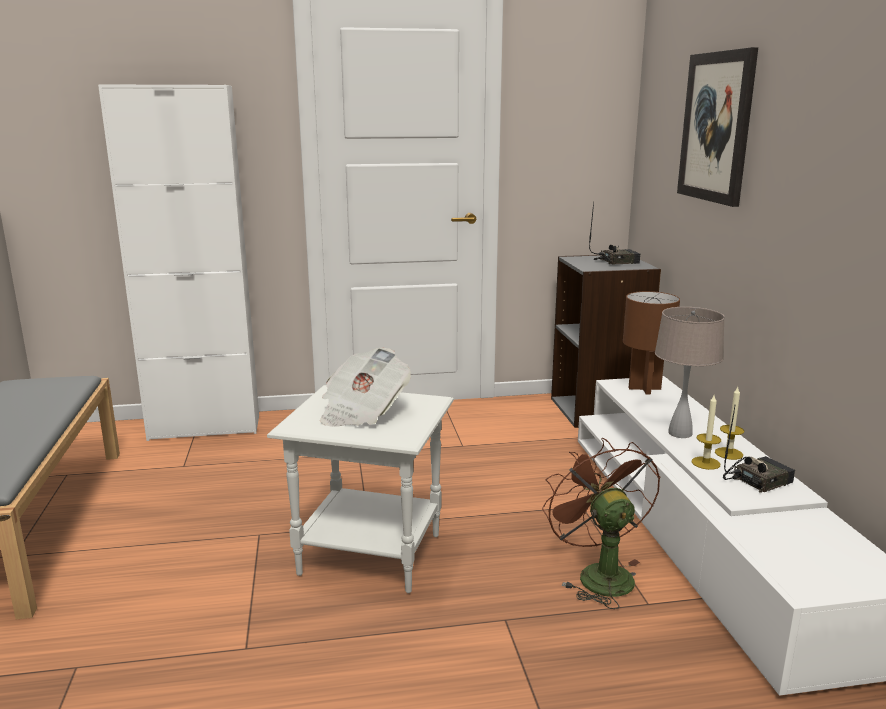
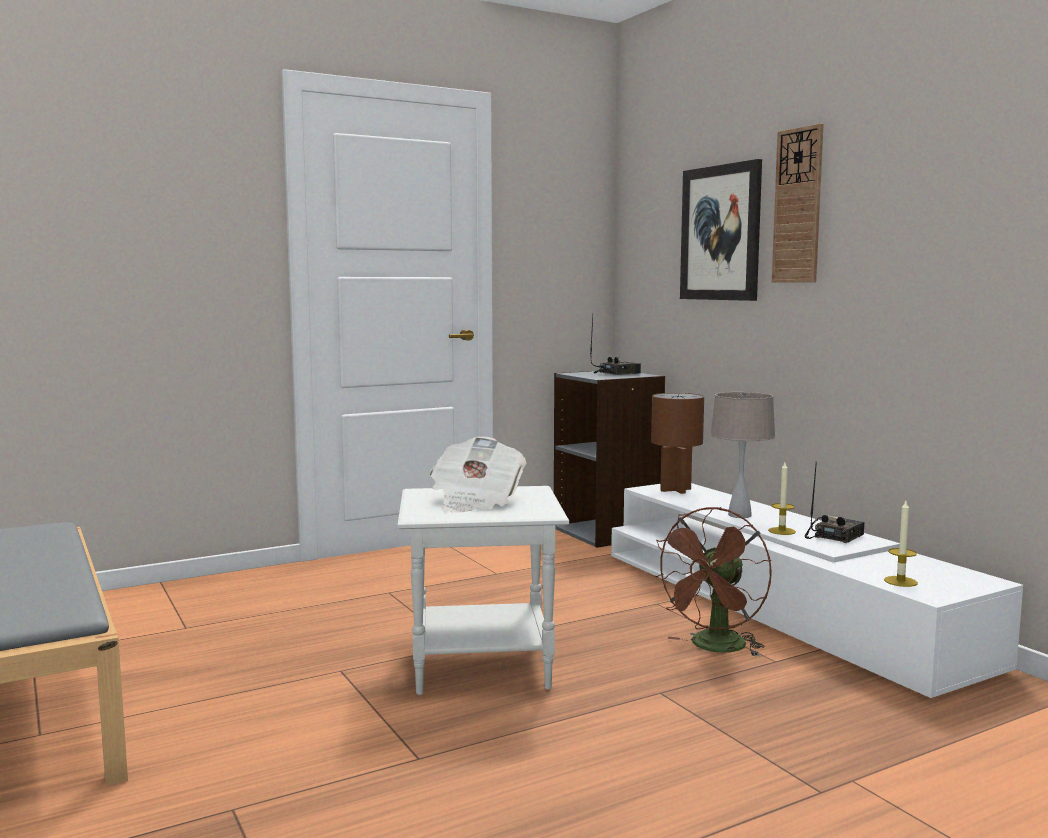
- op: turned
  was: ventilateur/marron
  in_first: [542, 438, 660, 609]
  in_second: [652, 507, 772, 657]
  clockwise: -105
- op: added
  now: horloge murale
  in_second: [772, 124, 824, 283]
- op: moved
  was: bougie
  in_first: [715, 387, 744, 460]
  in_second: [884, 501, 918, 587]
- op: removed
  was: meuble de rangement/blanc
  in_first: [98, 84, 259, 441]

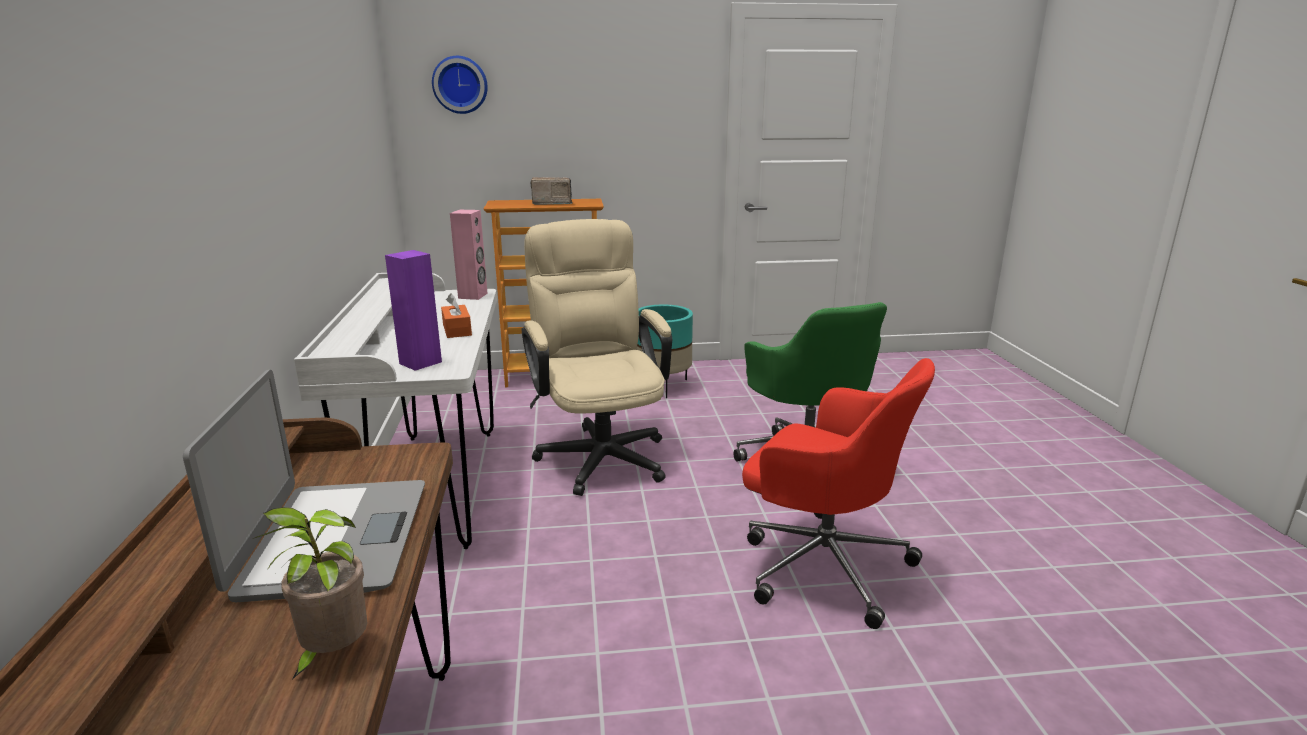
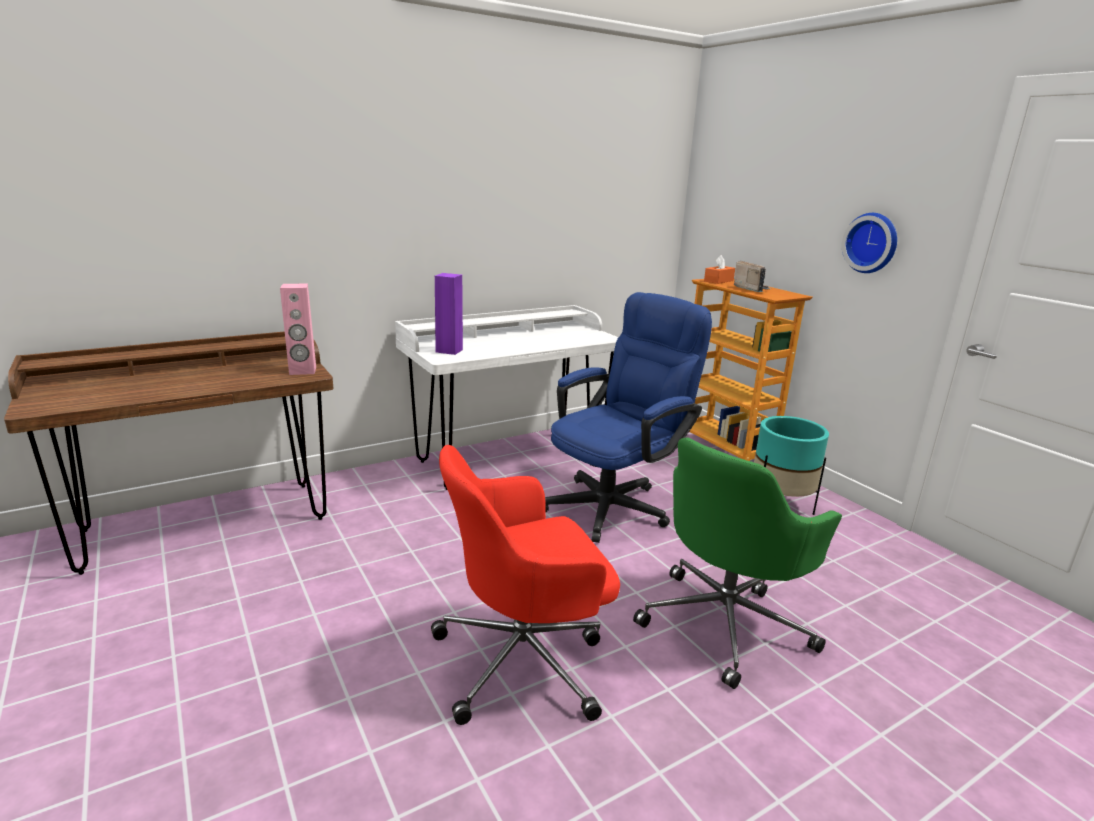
- op: moved
  was: enceinte/rose
  in_first: [450, 210, 488, 300]
  in_second: [280, 284, 316, 375]
- op: turned
  was: chaise de bureau/rouge
  in_first: [742, 358, 935, 629]
  in_second: [431, 445, 620, 725]
  clockwise: 60
- op: recoloured
  was: chaise de bureau/beige
  now: chaise de bureau/bleu
  in_first: [521, 219, 672, 496]
  in_second: [545, 292, 712, 543]
- op: moved
  was: boîte à mouchoirs/orange
  in_first: [441, 293, 472, 338]
  in_second: [704, 255, 735, 284]
- op: moved
  was: horloge murale
  in_first: [432, 56, 488, 114]
  in_second: [842, 213, 897, 273]
- op: removed
  was: ordinateur portable
  in_first: [183, 370, 425, 602]
- op: removed
  was: plante en pot
  in_first: [253, 507, 367, 681]

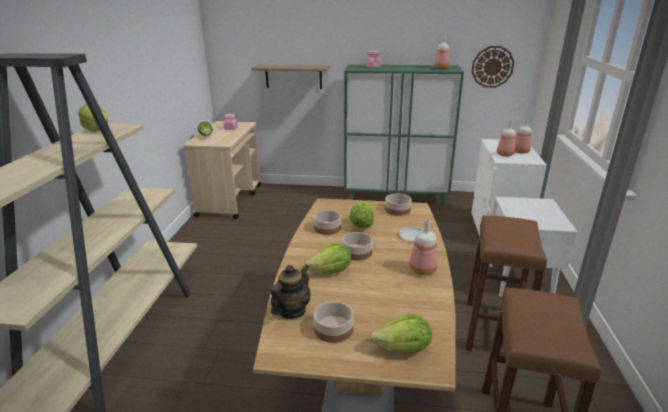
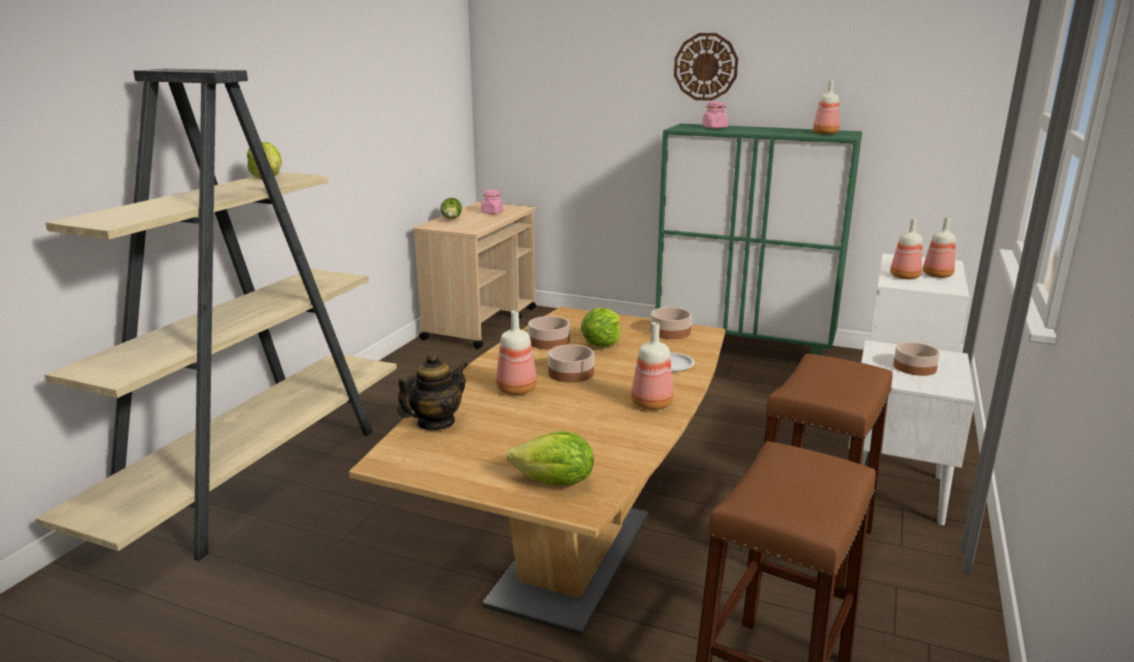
- op: replaced
  was: laitue
  now: bouteille
  in_first: [304, 243, 351, 274]
  in_second: [496, 310, 537, 395]
- op: moved
  was: horloge murale
  in_first: [471, 46, 514, 88]
  in_second: [674, 33, 738, 101]
- op: moved
  was: bol
  in_first: [313, 301, 354, 343]
  in_second: [893, 342, 940, 376]
- op: removed
  was: étagère
  in_first: [251, 65, 330, 89]

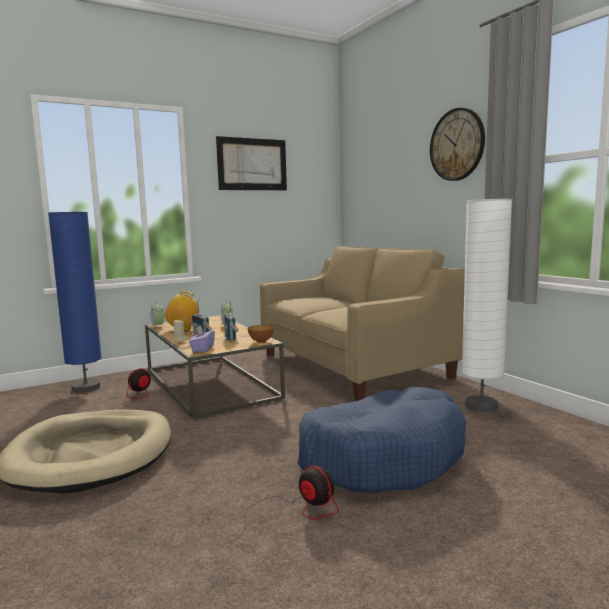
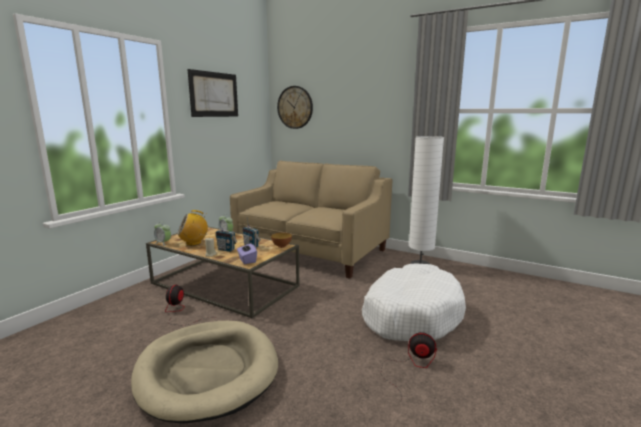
- op: moved
  was: horloge murale
  in_first: [430, 108, 485, 181]
  in_second: [277, 86, 313, 129]
- op: recoloured
  was: panier pour chien/bleu
  now: panier pour chien/blanc
  in_first: [298, 387, 466, 493]
  in_second: [362, 264, 466, 341]
- op: removed
  was: lampadaire/bleu
  in_first: [48, 212, 102, 392]

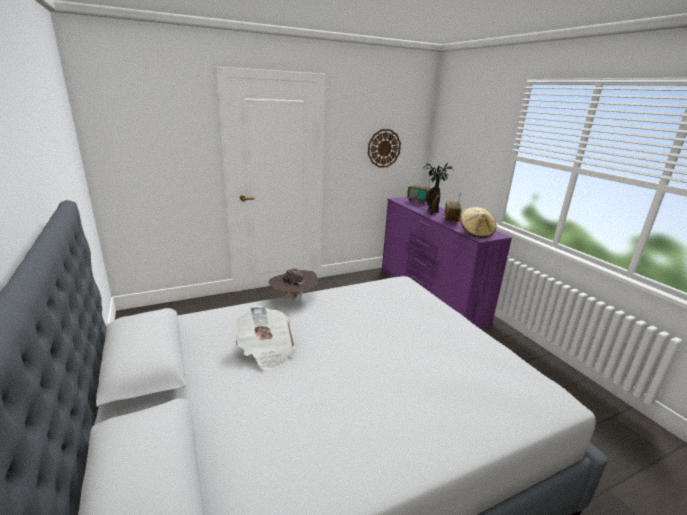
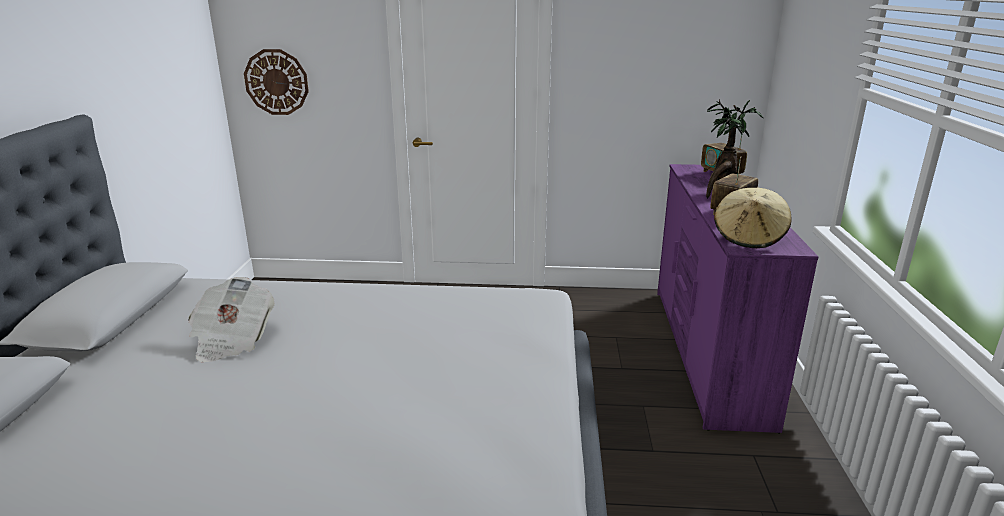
- op: moved
  was: horloge murale
  in_first: [368, 129, 401, 168]
  in_second: [244, 49, 309, 115]
- op: removed
  was: chapeau/marron
  in_first: [269, 269, 318, 299]

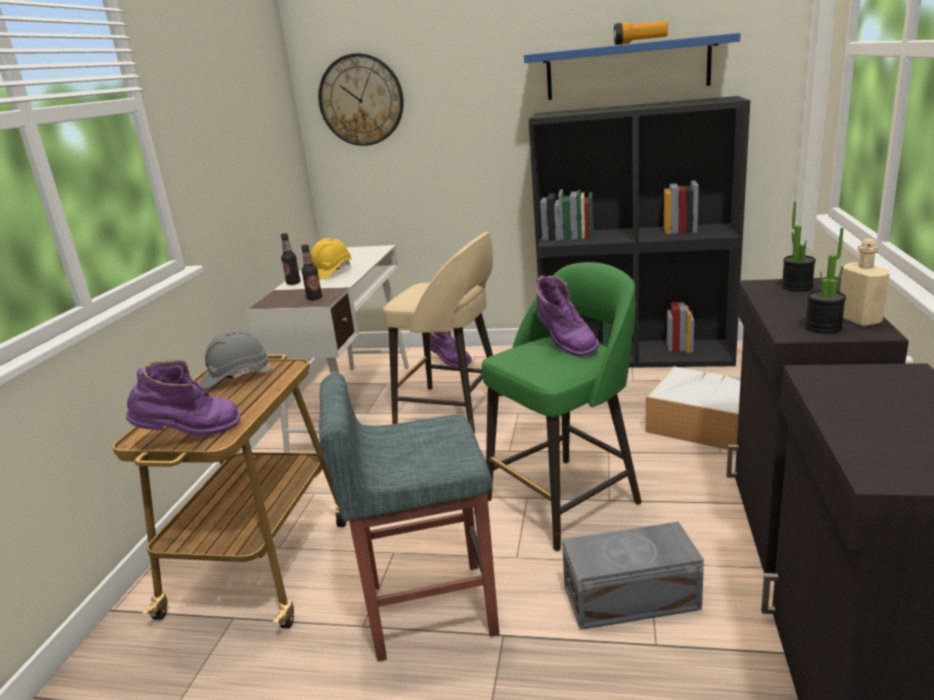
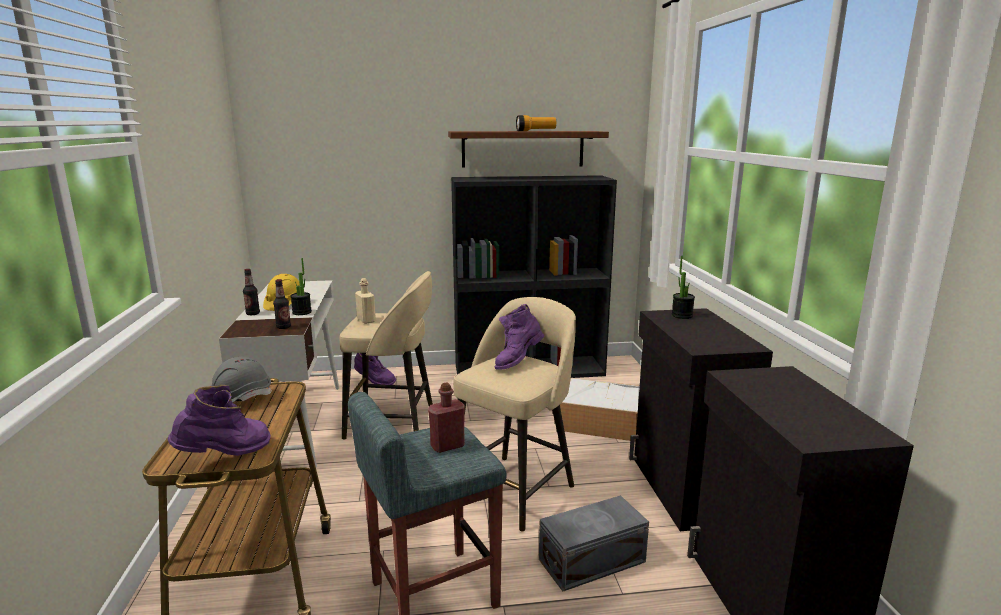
- op: moved
  was: plante en pot
  in_first: [805, 228, 846, 334]
  in_second: [291, 258, 312, 315]
- op: moved
  was: bouteille/beige
  in_first: [840, 239, 890, 327]
  in_second: [355, 278, 376, 324]
- op: added
  now: bouteille/rouge
  in_second: [428, 383, 465, 453]
- op: recoloured
  was: étagère/bleu
  now: étagère/marron
  in_first: [524, 33, 741, 100]
  in_second: [448, 131, 609, 168]
- op: recoloured
  was: tabouret/vert
  now: tabouret/beige
  in_first: [482, 262, 642, 551]
  in_second: [453, 297, 576, 532]
- op: turned
  was: botte/violet
  in_first: [536, 275, 600, 357]
  in_second: [494, 304, 545, 370]
  clockwise: 90
- op: removed
  was: horloge murale
  in_first: [318, 53, 404, 146]

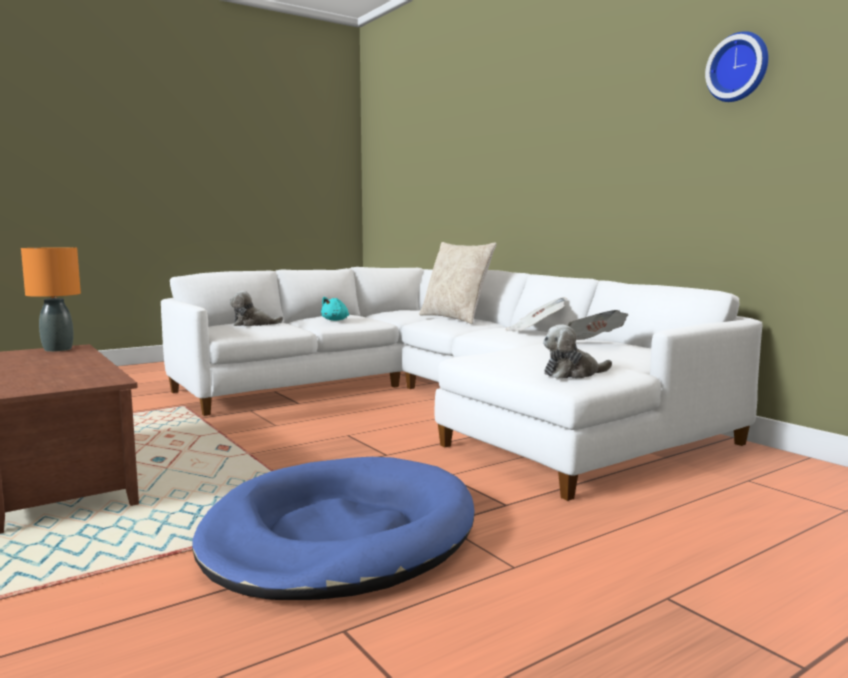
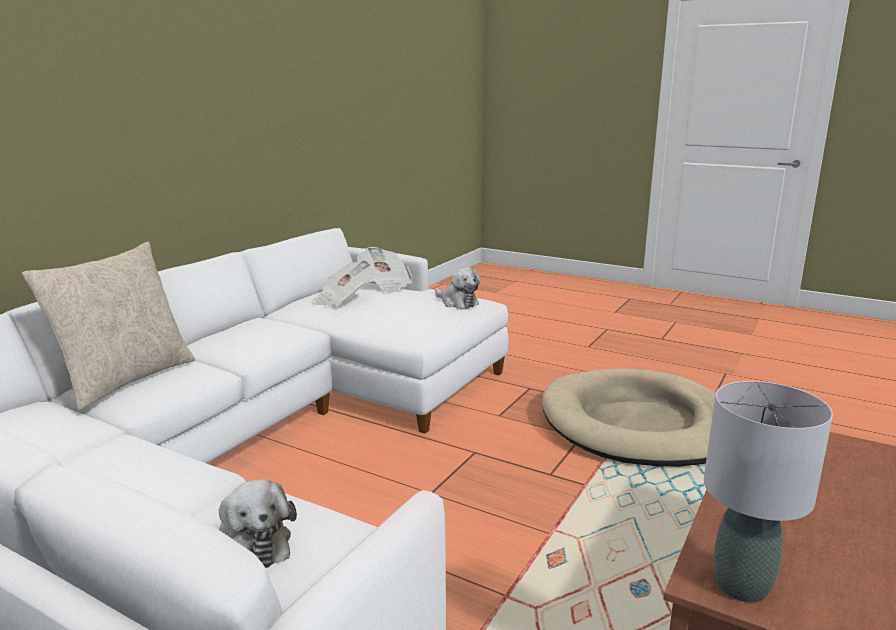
- op: moved
  was: journal
  in_first: [506, 297, 567, 331]
  in_second: [357, 247, 413, 293]
- op: recoloured
  was: panier pour chien/bleu
  now: panier pour chien/beige
  in_first: [192, 457, 475, 600]
  in_second: [542, 368, 716, 466]
- op: recoloured
  was: lampe de table/orange
  now: lampe de table/gris
  in_first: [21, 247, 81, 352]
  in_second: [704, 381, 833, 603]
- op: removed
  was: peluche/turquoise
  in_first: [321, 297, 349, 321]
- op: removed
  was: horloge murale
  in_first: [705, 31, 769, 102]

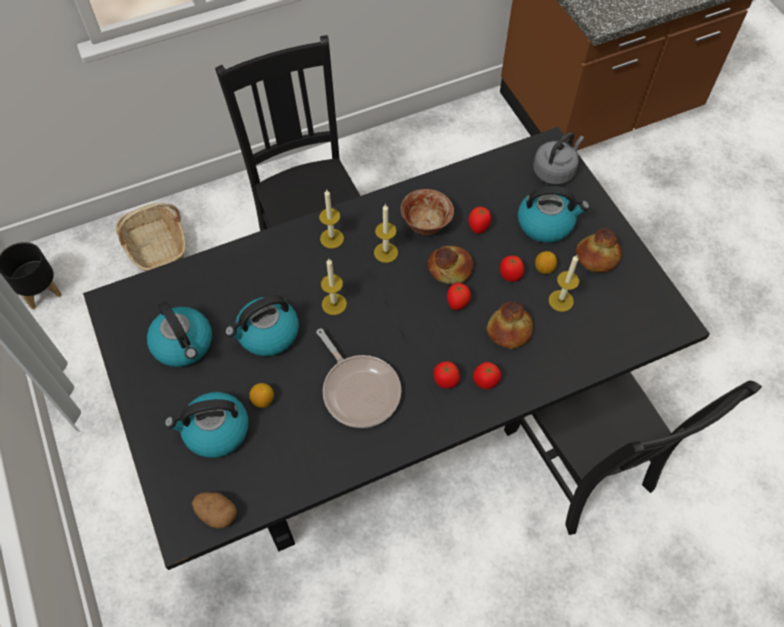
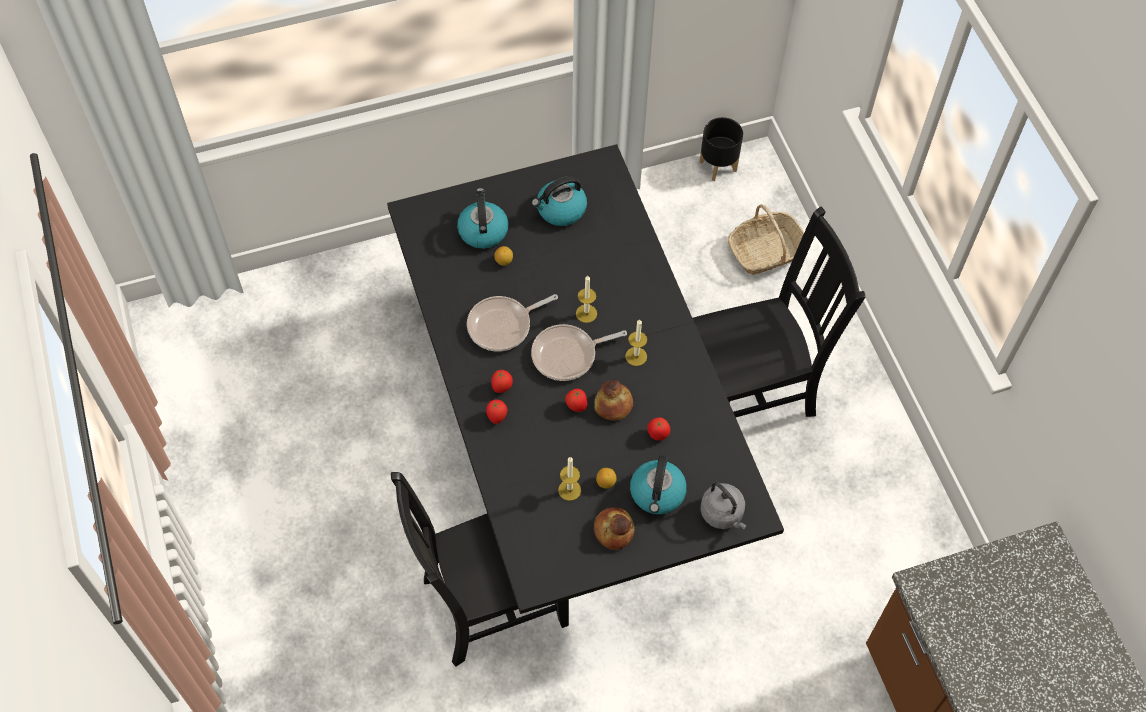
- op: added
  now: poêle
  in_second: [531, 324, 627, 381]
- op: removed
  was: pomme de terre
  in_first: [192, 492, 237, 528]
- op: removed
  was: bouilloire
  in_first: [225, 295, 299, 356]
- op: removed
  was: bougie
  in_first: [319, 190, 344, 248]
- op: removed
  was: bol
  in_first: [401, 189, 454, 235]
- op: removed
  was: pain
  in_first: [487, 301, 533, 349]
- op: removed
  was: tomate
  in_first: [500, 256, 524, 282]

